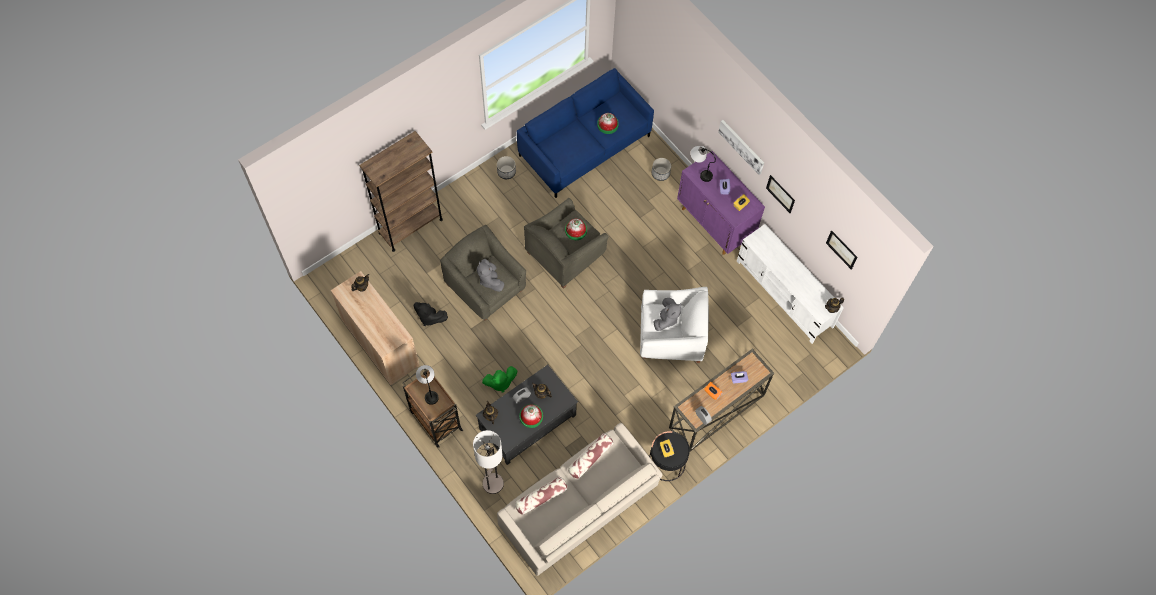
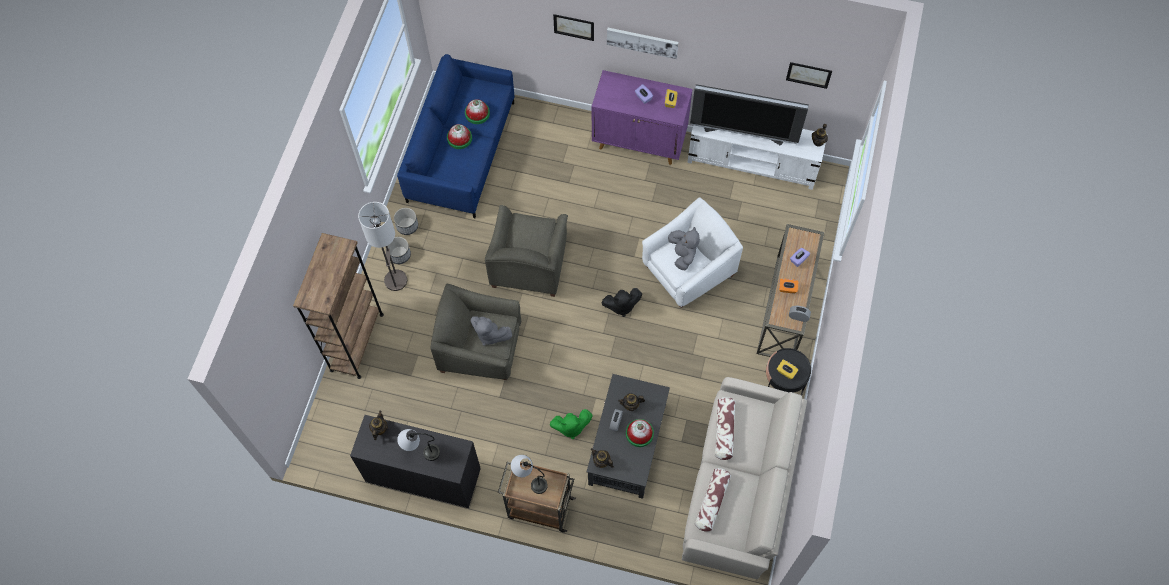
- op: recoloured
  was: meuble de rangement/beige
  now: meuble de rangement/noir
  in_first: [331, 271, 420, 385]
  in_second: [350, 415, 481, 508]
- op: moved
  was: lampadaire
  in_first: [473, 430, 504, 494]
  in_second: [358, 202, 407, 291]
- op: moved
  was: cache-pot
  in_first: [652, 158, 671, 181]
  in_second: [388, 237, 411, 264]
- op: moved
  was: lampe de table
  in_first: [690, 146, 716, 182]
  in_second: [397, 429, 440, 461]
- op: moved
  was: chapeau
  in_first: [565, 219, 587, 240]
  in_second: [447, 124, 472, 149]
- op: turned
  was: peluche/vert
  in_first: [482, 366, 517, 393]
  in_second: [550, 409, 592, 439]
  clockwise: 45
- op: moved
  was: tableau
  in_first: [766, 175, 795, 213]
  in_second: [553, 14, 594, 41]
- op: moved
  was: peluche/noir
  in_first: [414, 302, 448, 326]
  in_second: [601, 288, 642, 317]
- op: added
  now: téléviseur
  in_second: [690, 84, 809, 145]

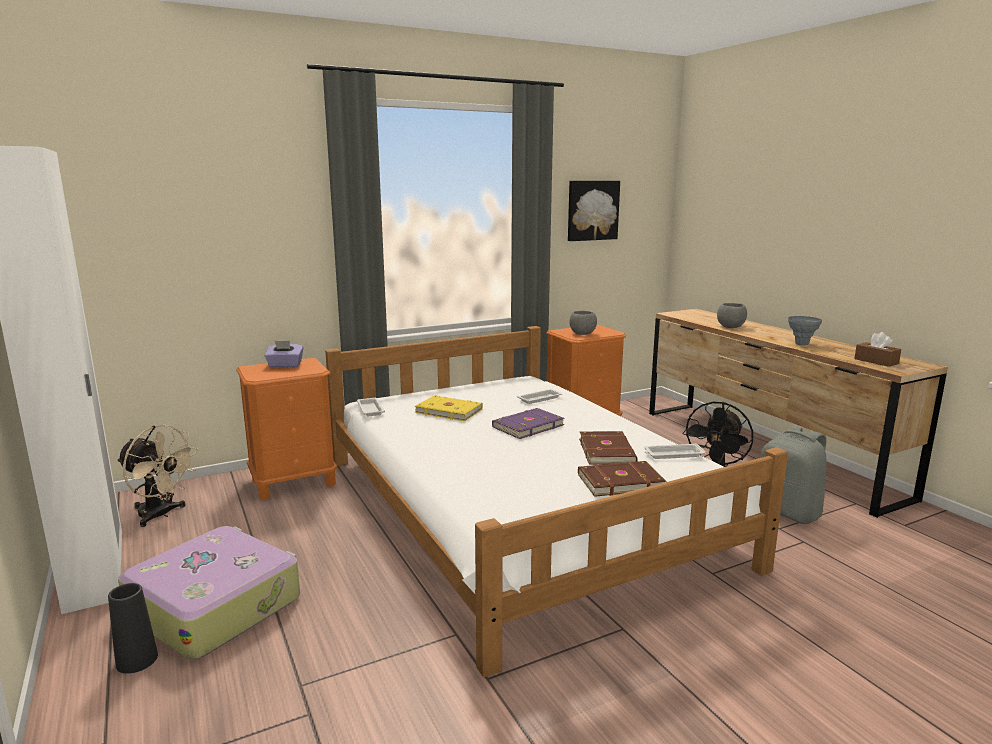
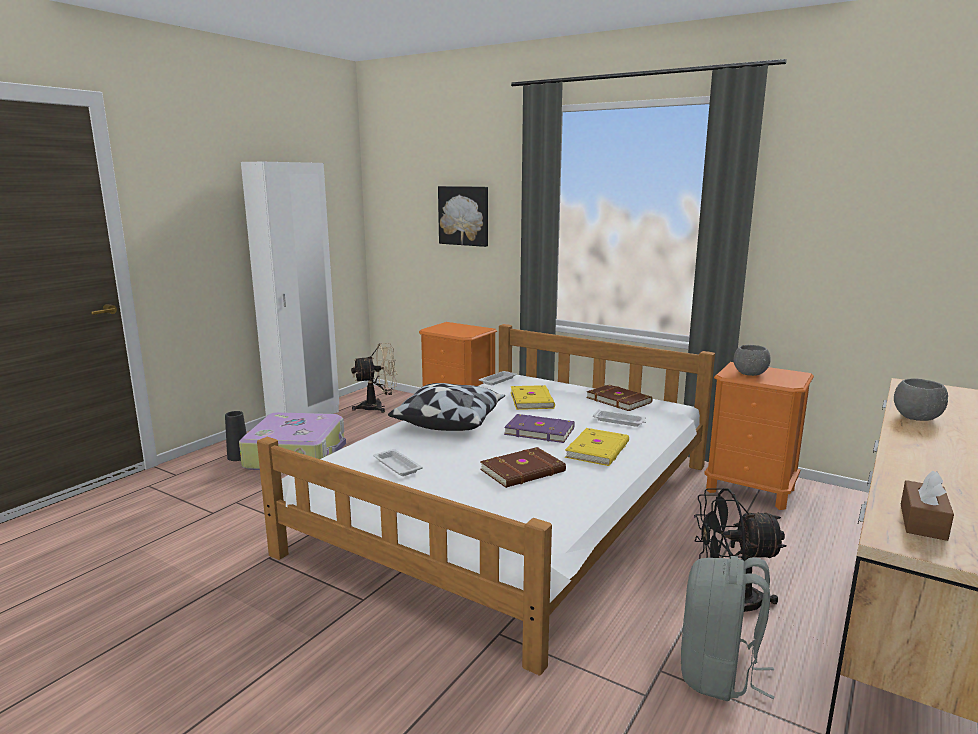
- op: turned
  was: ventilateur/beige
  in_first: [117, 425, 198, 527]
  in_second: [351, 343, 397, 413]
  clockwise: -105
- op: moved
  was: plateau/blanc
  in_first: [644, 443, 706, 459]
  in_second: [373, 449, 423, 476]
- op: added
  now: coussin
  in_second: [388, 383, 505, 431]
- op: moved
  was: tableau
  in_first: [568, 181, 620, 241]
  in_second: [438, 186, 488, 247]
- op: added
  now: livre/jaune
  in_second: [565, 428, 629, 466]
- op: moved
  was: livre/marron
  in_first: [578, 461, 666, 497]
  in_second: [586, 384, 653, 411]
- op: removed
  was: boîte à mouchoirs/violet
  in_first: [265, 341, 304, 368]
- op: removed
  was: vase/gris
  in_first: [788, 316, 822, 346]

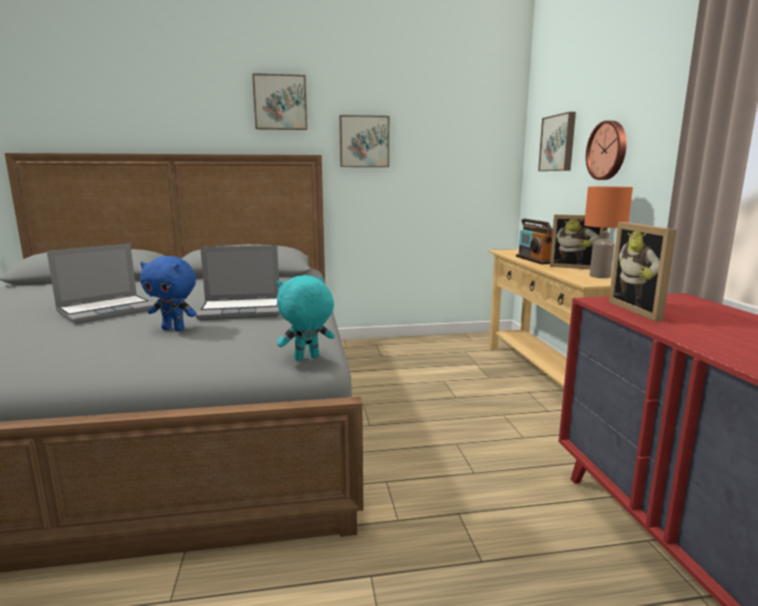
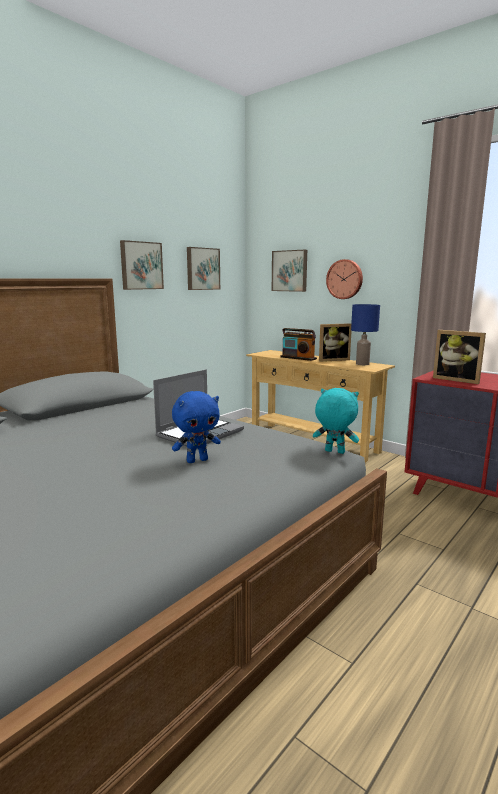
- op: moved
  was: tableau
  in_first: [252, 73, 307, 130]
  in_second: [187, 247, 220, 290]
- op: turned
  was: peluche/turquoise
  in_first: [276, 275, 335, 361]
  in_second: [313, 388, 359, 454]
  clockwise: 90
- op: recoloured
  was: lampe de table/orange
  now: lampe de table/bleu
  in_first: [584, 187, 633, 278]
  in_second: [351, 304, 380, 365]
- op: removed
  was: ordinateur portable
  in_first: [47, 244, 155, 324]

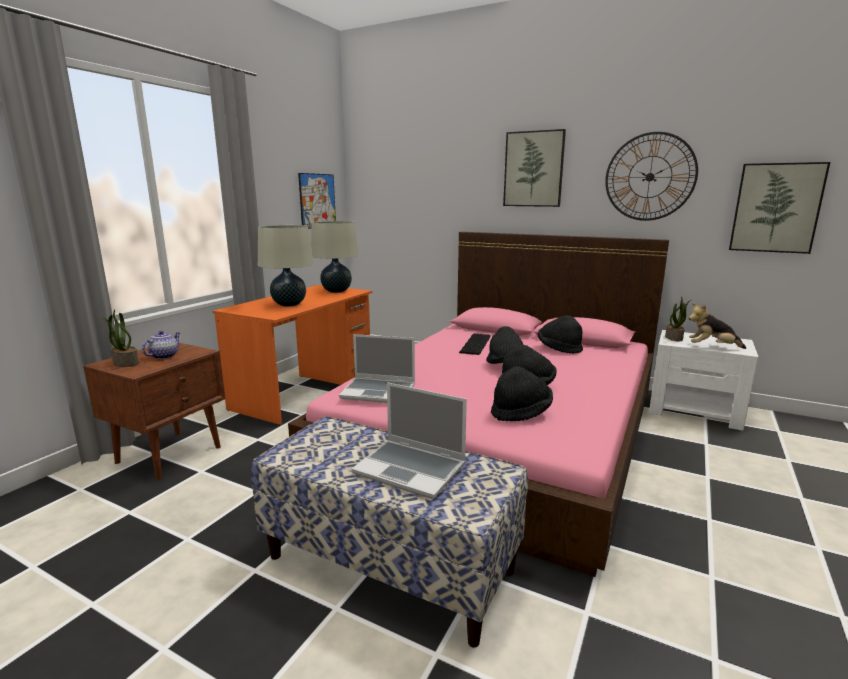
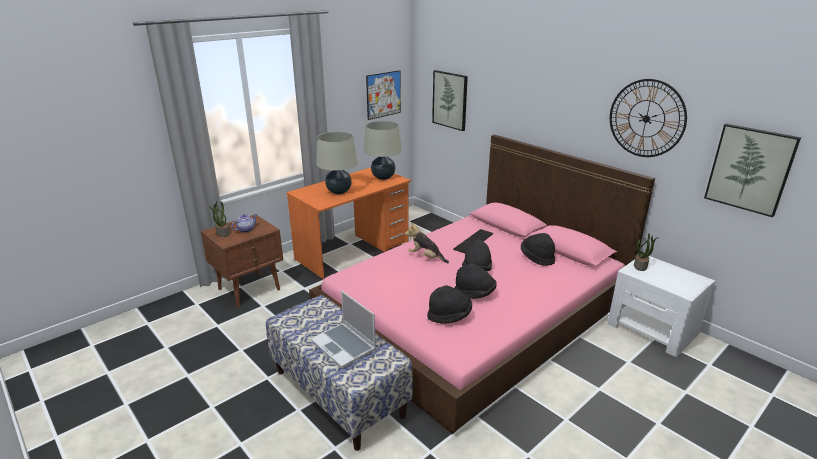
- op: moved
  was: peluche
  in_first: [689, 303, 746, 349]
  in_second: [405, 222, 449, 263]
- op: moved
  was: tableau
  in_first: [503, 129, 566, 207]
  in_second: [432, 70, 468, 131]
- op: removed
  was: ordinateur portable
  in_first: [339, 334, 415, 403]

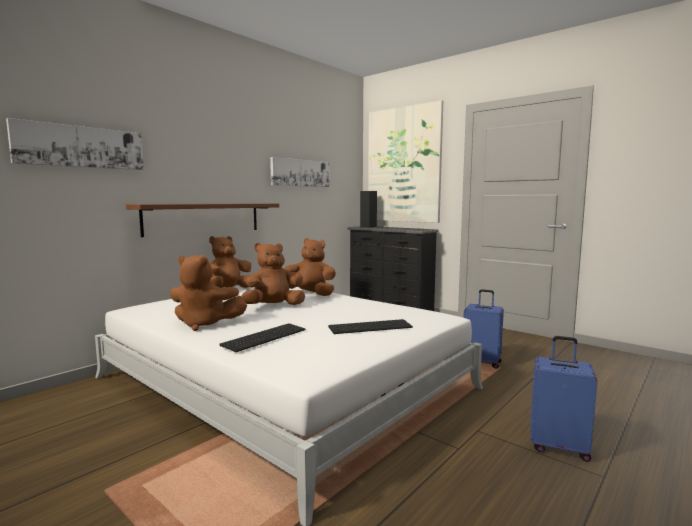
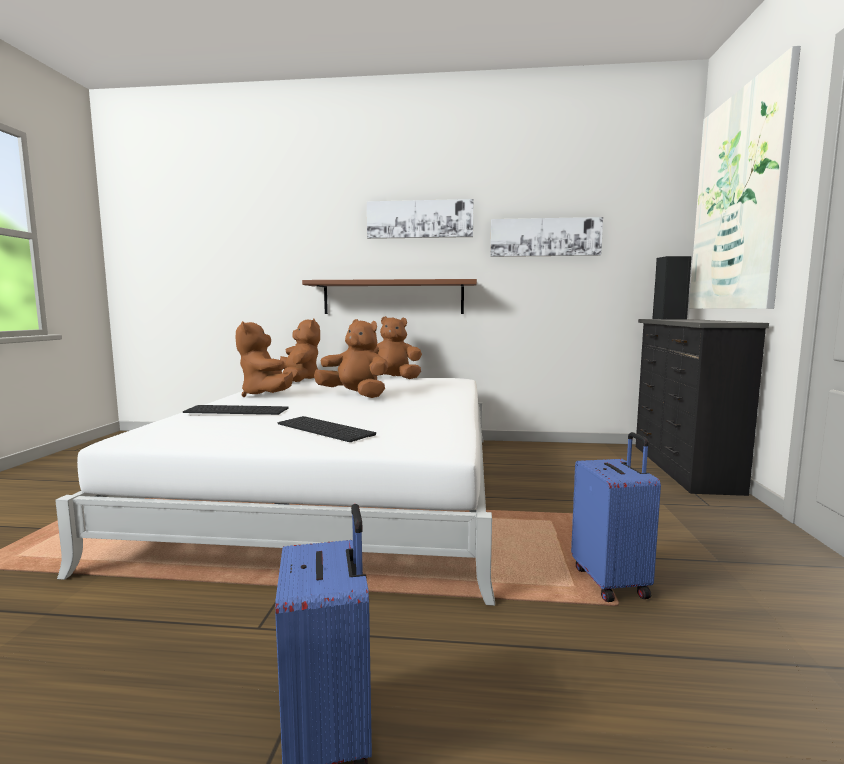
- op: moved
  was: peluche/marron
  in_first: [284, 238, 336, 296]
  in_second: [280, 318, 320, 382]
- op: moved
  was: tableau
  in_first: [6, 118, 144, 170]
  in_second: [367, 199, 474, 239]

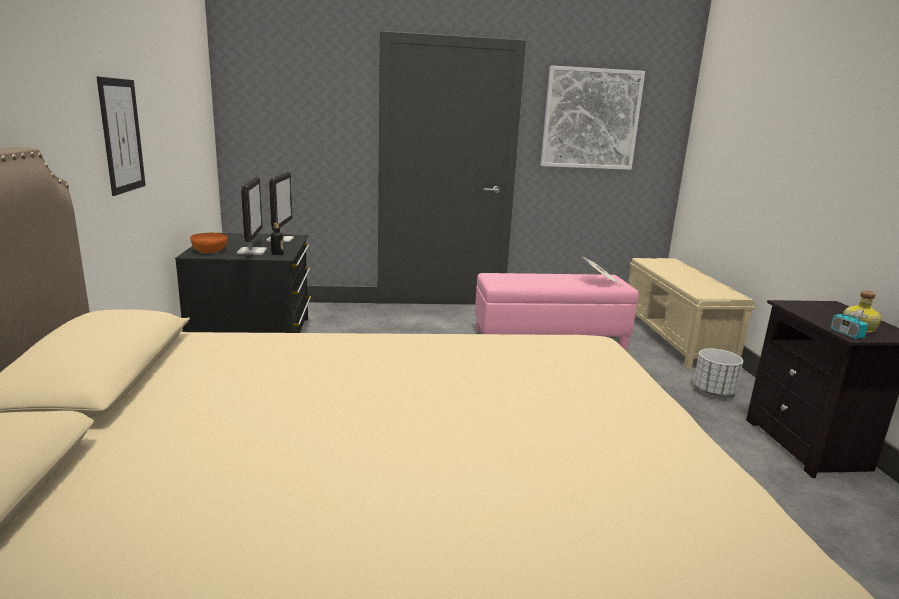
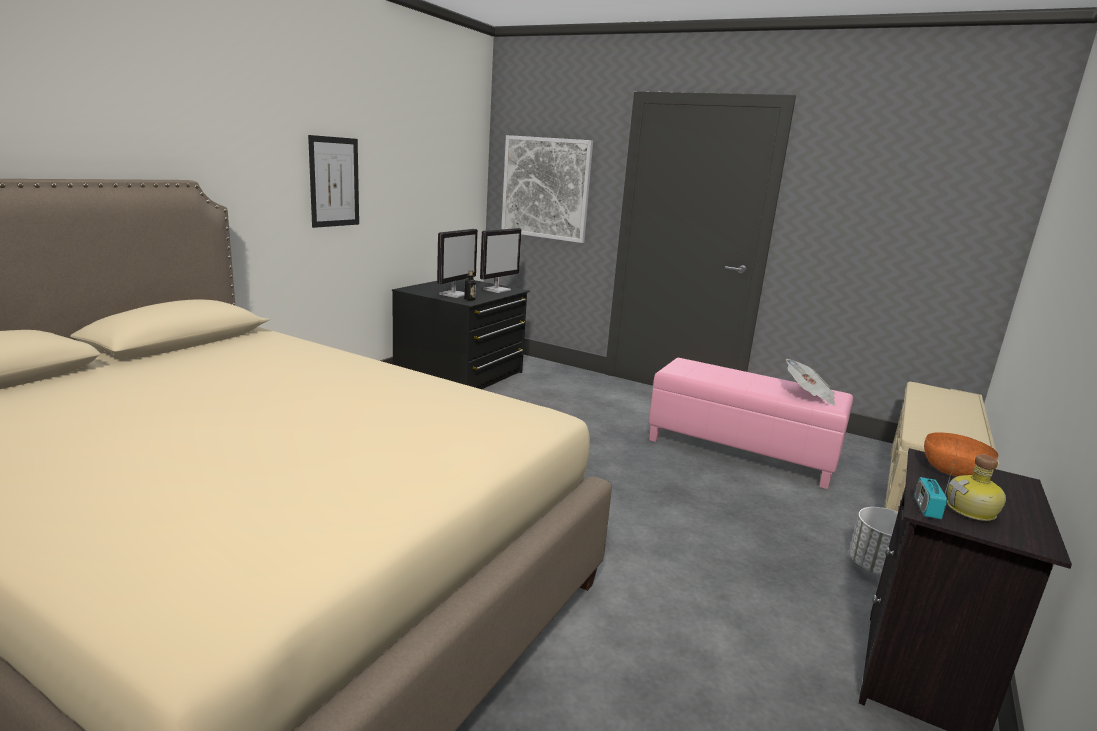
- op: moved
  was: tableau
  in_first: [540, 66, 645, 170]
  in_second: [501, 135, 593, 243]
- op: moved
  was: bol/orange
  in_first: [190, 233, 227, 253]
  in_second: [924, 432, 998, 477]

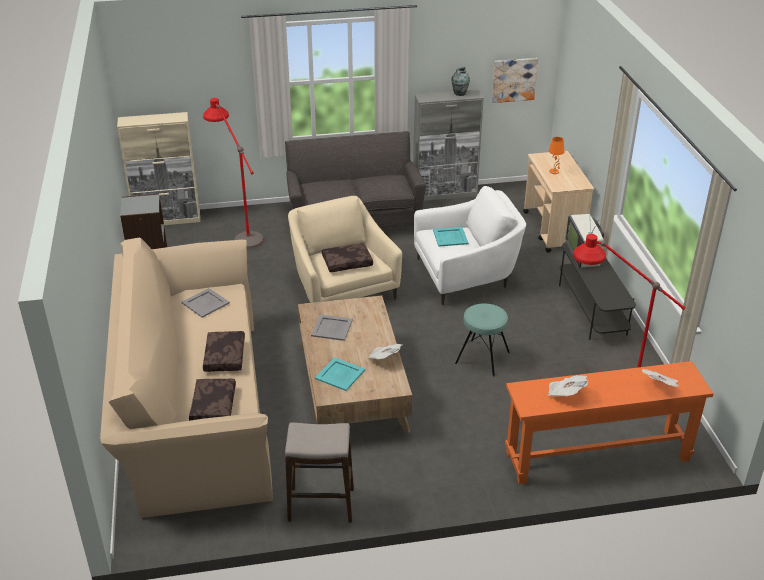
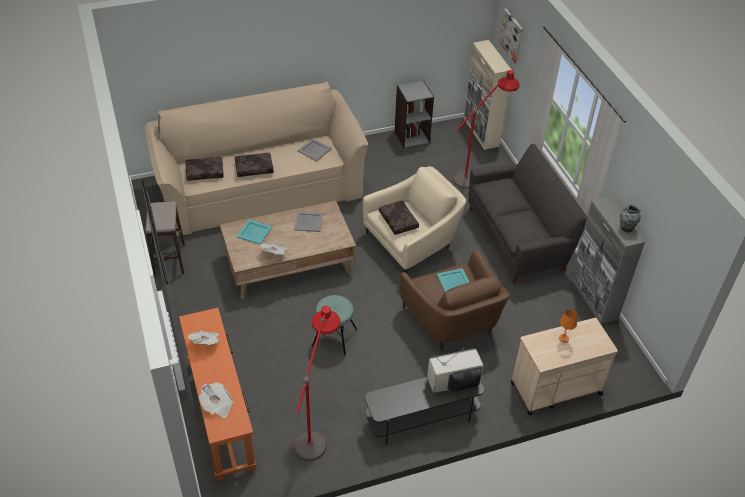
- op: recoloured
  was: fauteuil/blanc
  now: fauteuil/marron
  in_first: [414, 186, 526, 305]
  in_second: [400, 250, 510, 351]
- op: moved
  was: tableau
  in_first: [492, 58, 538, 103]
  in_second: [499, 9, 523, 63]

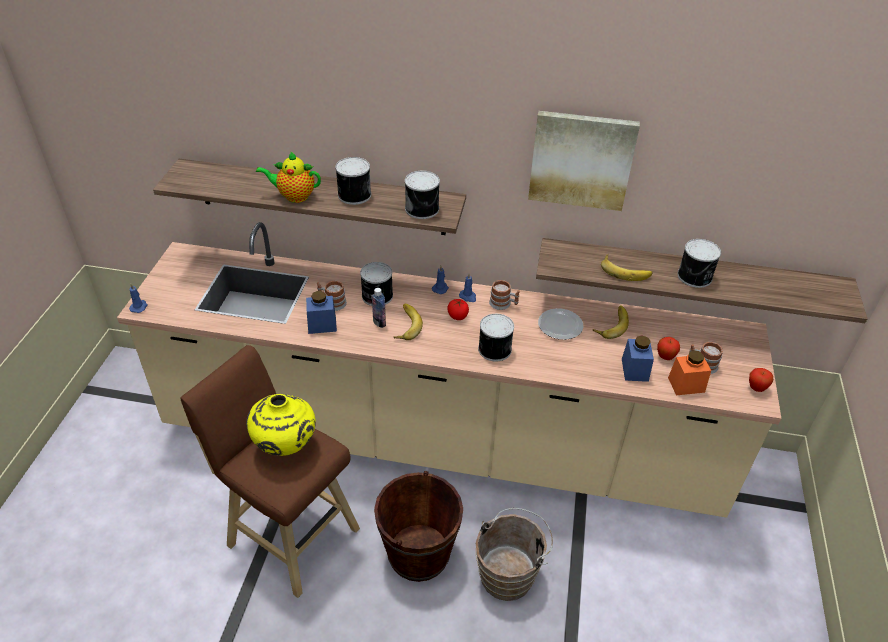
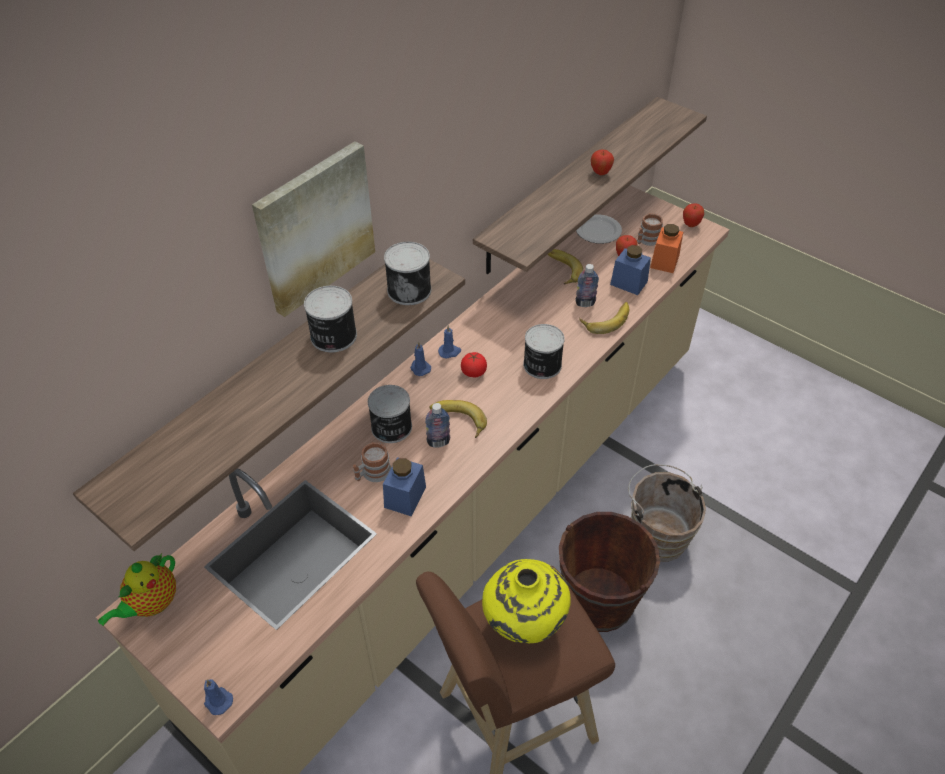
- op: moved
  was: théière
  in_first: [256, 151, 321, 203]
  in_second: [98, 553, 176, 626]
- op: moved
  was: tableau
  in_first: [528, 111, 640, 211]
  in_second: [252, 141, 375, 317]
- op: added
  now: bouteille
  in_second: [575, 264, 599, 307]
- op: moved
  was: assiette
  in_first: [538, 308, 584, 340]
  in_second: [576, 214, 622, 244]
- op: moved
  was: banane
  in_first: [601, 254, 652, 281]
  in_second: [580, 302, 629, 334]
- op: replaced
  was: boîte métallique
  now: pomme
  in_first: [677, 239, 721, 288]
  in_second: [591, 150, 614, 175]
- op: removed
  was: mug
  in_first: [489, 280, 520, 310]

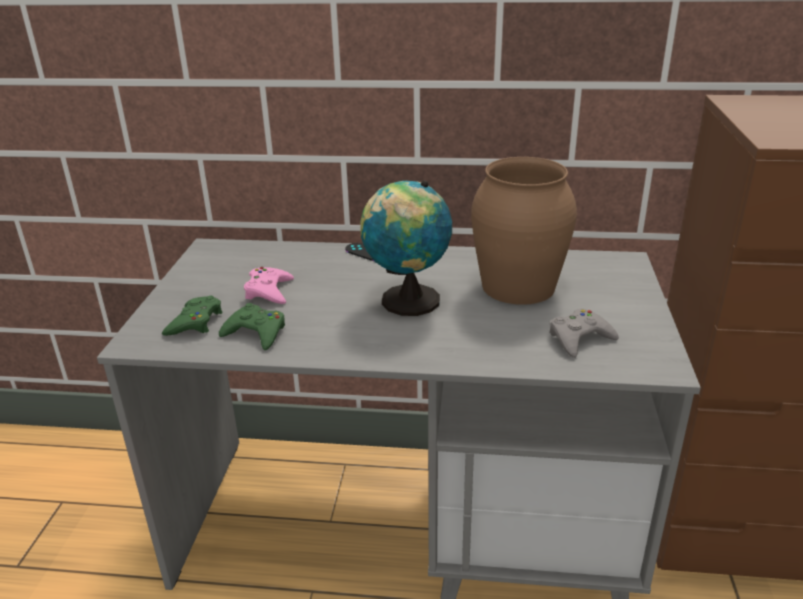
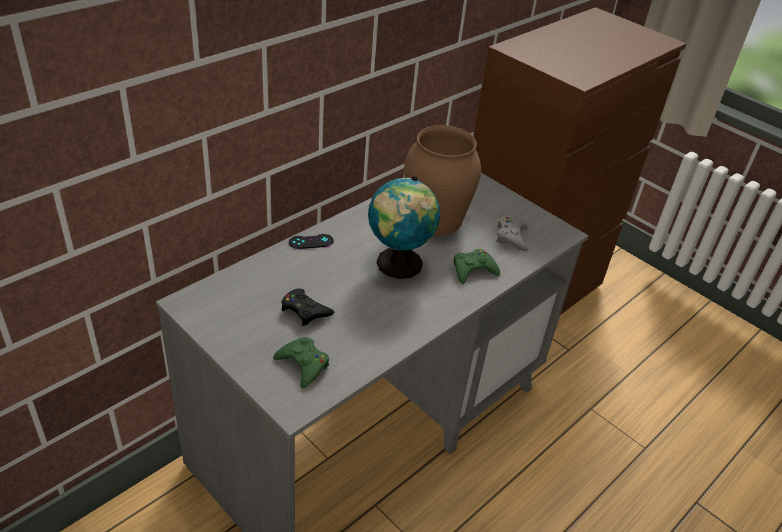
- op: recoloured
  was: manette/rose
  now: manette/noir
  in_first: [244, 267, 294, 304]
  in_second: [281, 288, 334, 326]
- op: moved
  was: manette/vert
  in_first: [219, 303, 285, 350]
  in_second: [454, 249, 500, 284]

